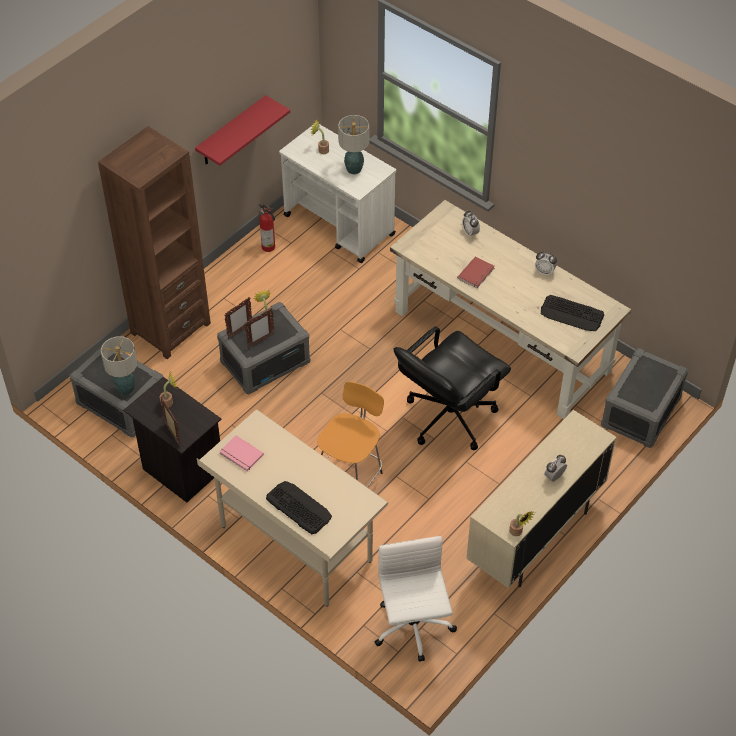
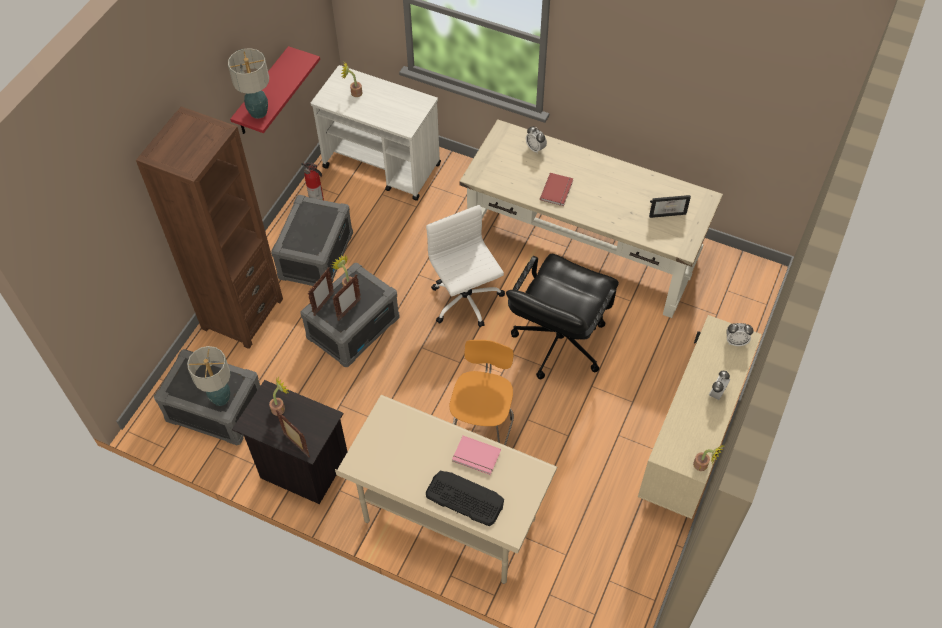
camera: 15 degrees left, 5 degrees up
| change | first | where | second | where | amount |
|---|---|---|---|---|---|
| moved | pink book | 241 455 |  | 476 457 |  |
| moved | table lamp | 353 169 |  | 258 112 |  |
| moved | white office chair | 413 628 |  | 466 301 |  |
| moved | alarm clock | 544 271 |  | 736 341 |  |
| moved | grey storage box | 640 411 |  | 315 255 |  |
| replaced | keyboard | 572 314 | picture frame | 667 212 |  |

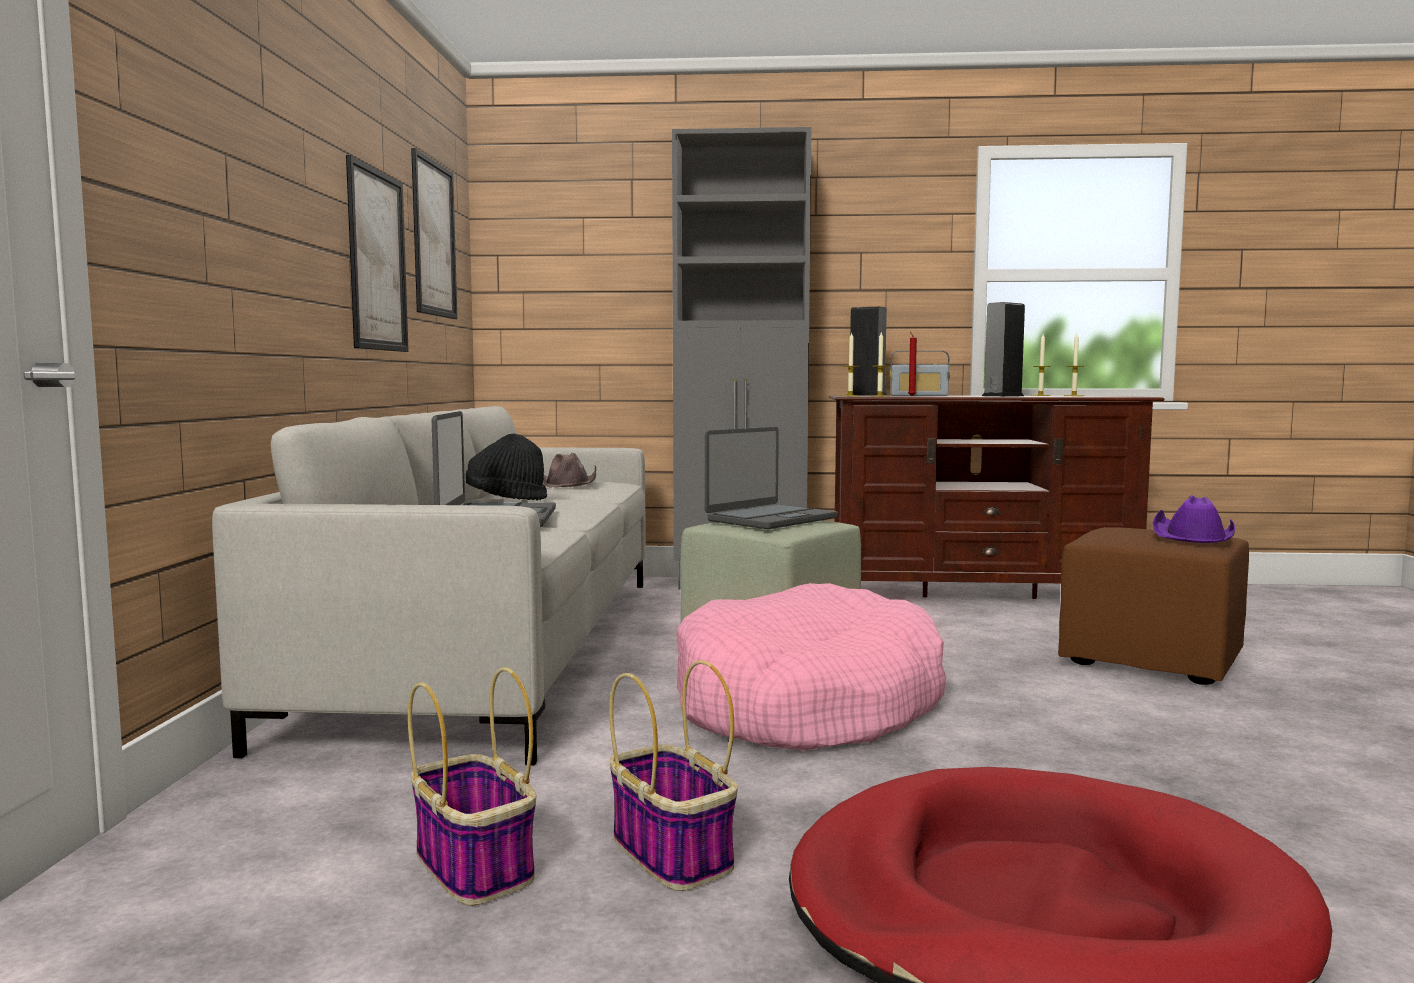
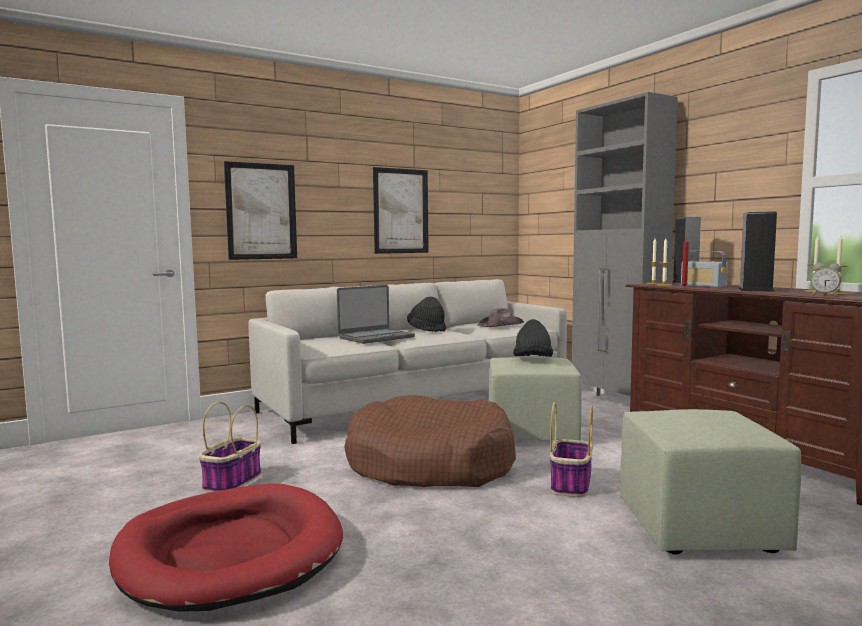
camera: 55 degrees right, 0 degrees up
| change | first | where | second | where | amount |
|---|---|---|---|---|---|
| removed | purple hat | 1193 536 |  |  |  |
| added |  |  | alarm clock | 824 295 |  |
| moved | basket | 476 867 |  | 571 485 |  |
| moved | picture | 434 239 |  | 261 211 |  |
| replaced | laptop | 770 519 | black hat | 533 360 |  |
| recoloured | pink dog bed | 807 705 | brown dog bed | 430 464 |  |
| recoloured | brown ottoman | 1153 661 | green ottoman | 701 529 |  |

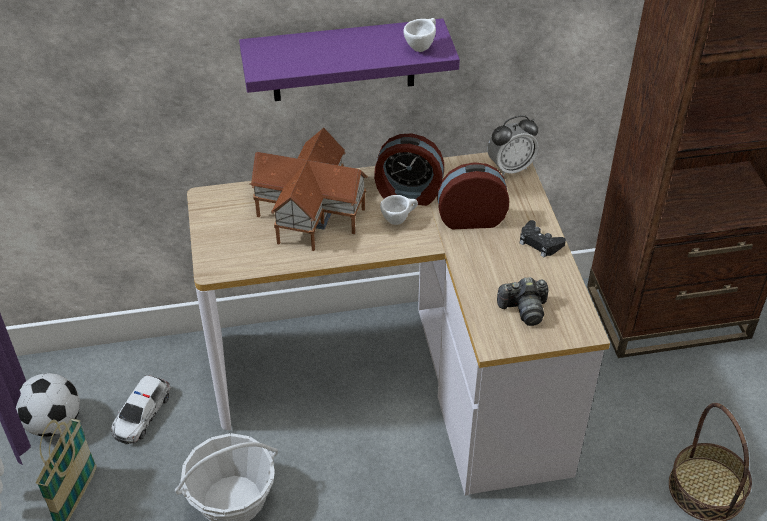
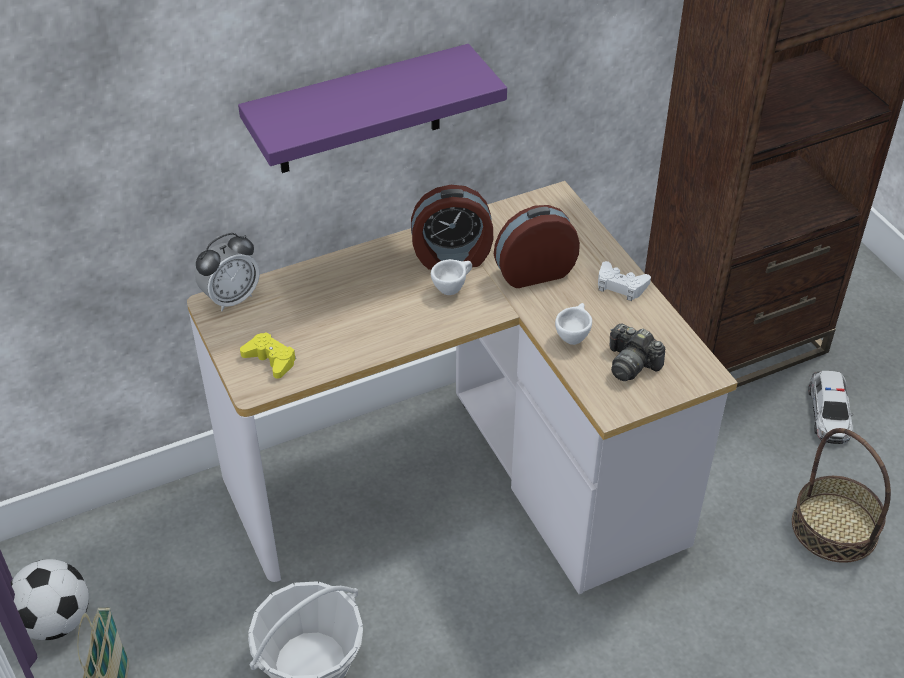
camera: 15 degrees left, 0 degrees up
| change | first | where | second | where | amount |
|---|---|---|---|---|---|
| removed | toy house | 312 214 |  |  |  |
| added |  |  | yellow game controller | 270 360 |  |
| moved | toy car | 141 414 |  | 829 413 |  |
| moved | white cup | 421 46 |  | 573 336 |  |
| moved | alarm clock | 510 168 |  | 231 298 |  |
| recoloured | black game controller | 539 243 | white game controller | 621 285 |  |
| turned | photo camera | 524 309 |  | 631 364 | 60 degrees clockwise |

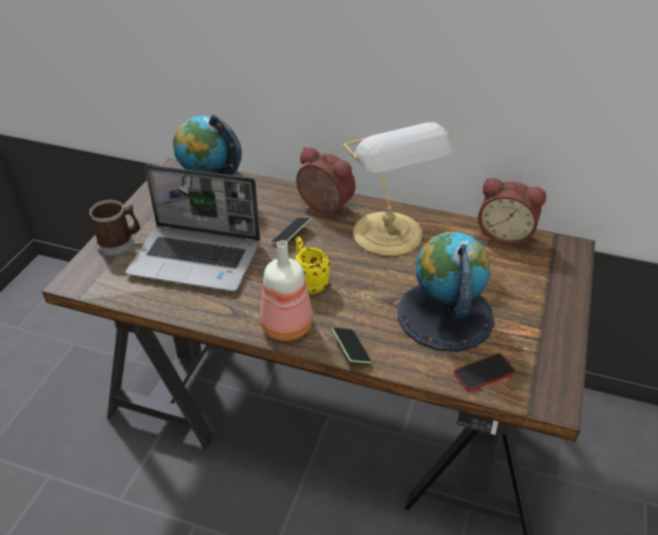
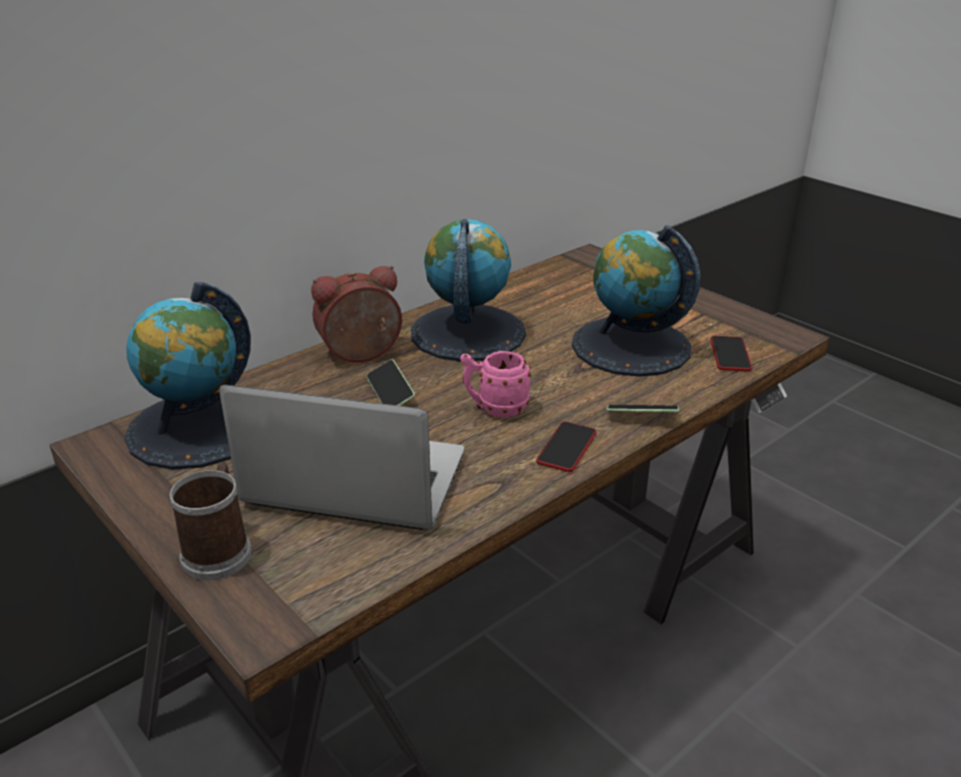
camera: 60 degrees left, 10 degrees down
| change | first | where | second | where | amount |
|---|---|---|---|---|---|
| removed | alarm clock | 505 233 |  |  |  |
| replaced | bottle | 288 327 | phone | 566 448 |  |
| replaced | table lamp | 390 235 | globe | 467 333 |  |
| recoloured | yellow mug | 309 281 | pink mug | 495 408 |  |
| turned | laptop | 197 259 |  | 352 482 | 120 degrees counterclockwise |

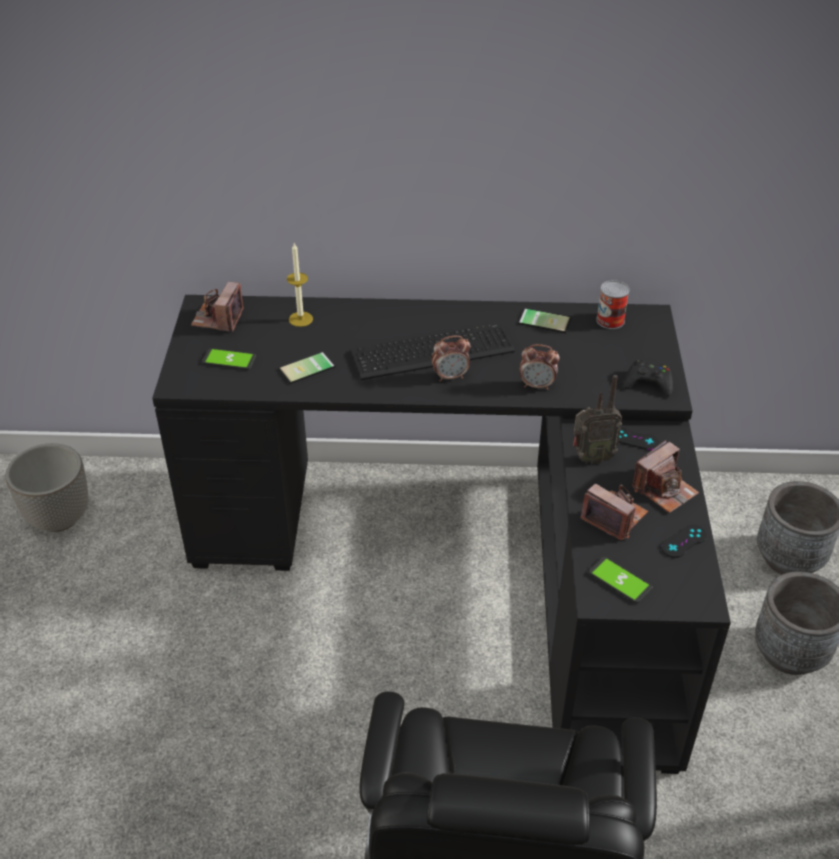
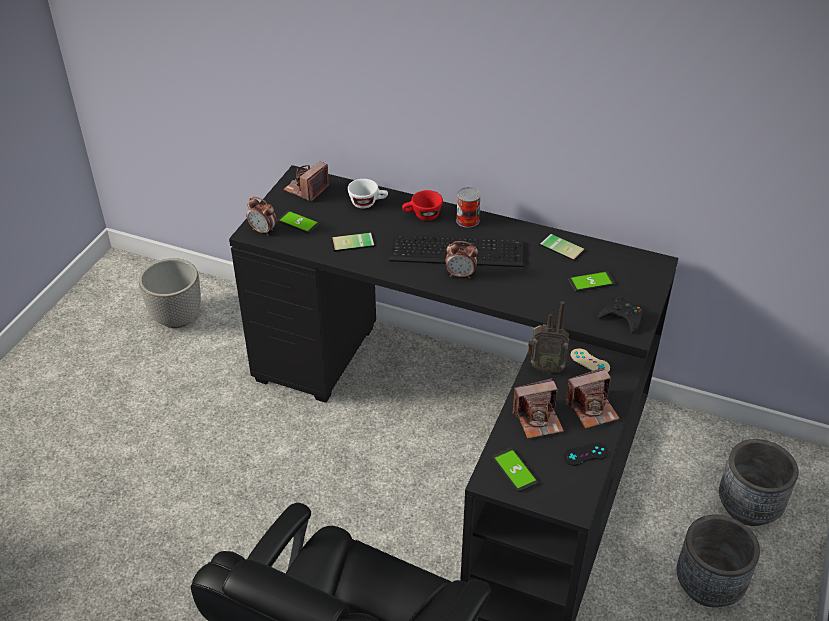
camera: 20 degrees right, 0 degrees up
| change | first | where | second | where | amount |
|---|---|---|---|---|---|
| added |  |  | red cup | 422 216 |  |
| added |  |  | phone | 591 282 |  |
| moved | alarm clock | 537 385 |  | 263 231 |  |
| moved | can | 610 320 |  | 467 220 |  |
| replaced | candle | 300 319 | white cup | 368 203 |  |
| recoloured | black game controller | 634 439 | beige game controller | 590 361 |  |
| turned | photo camera | 614 517 |  | 538 419 | 105 degrees clockwise |

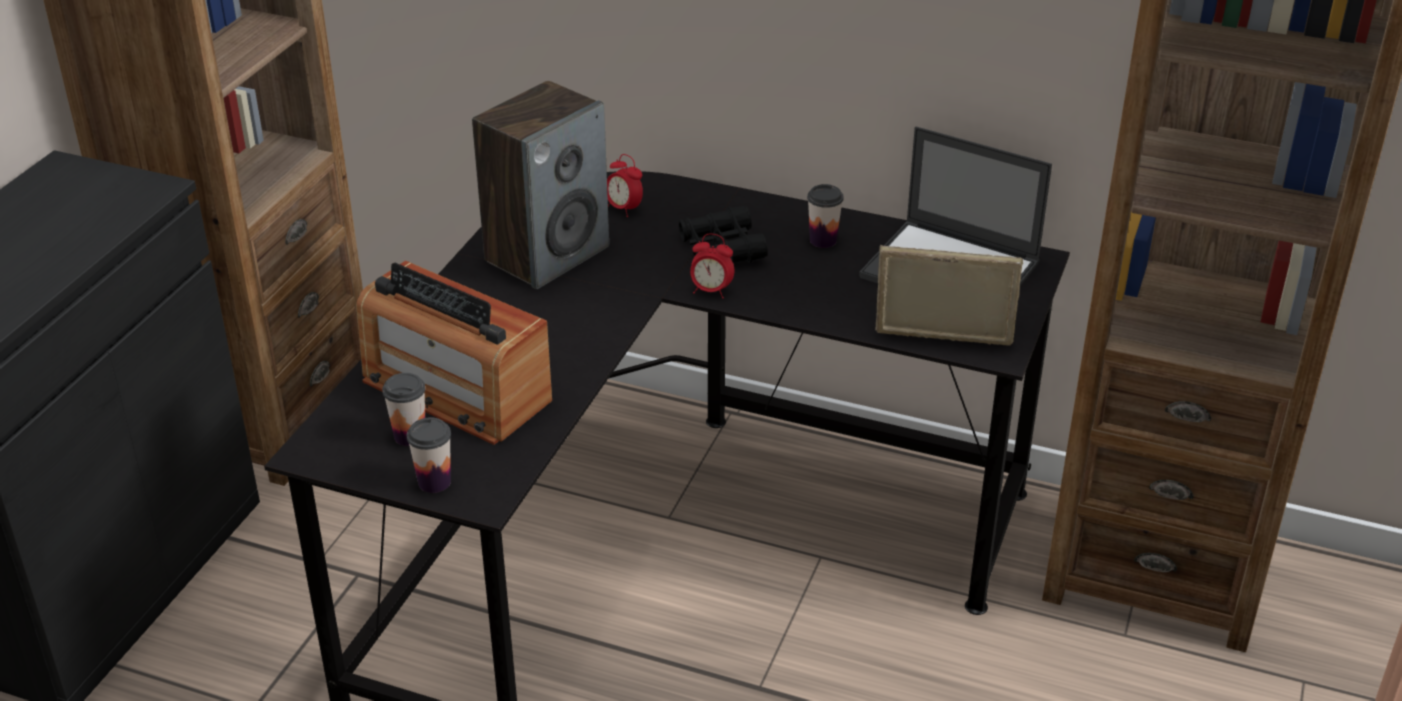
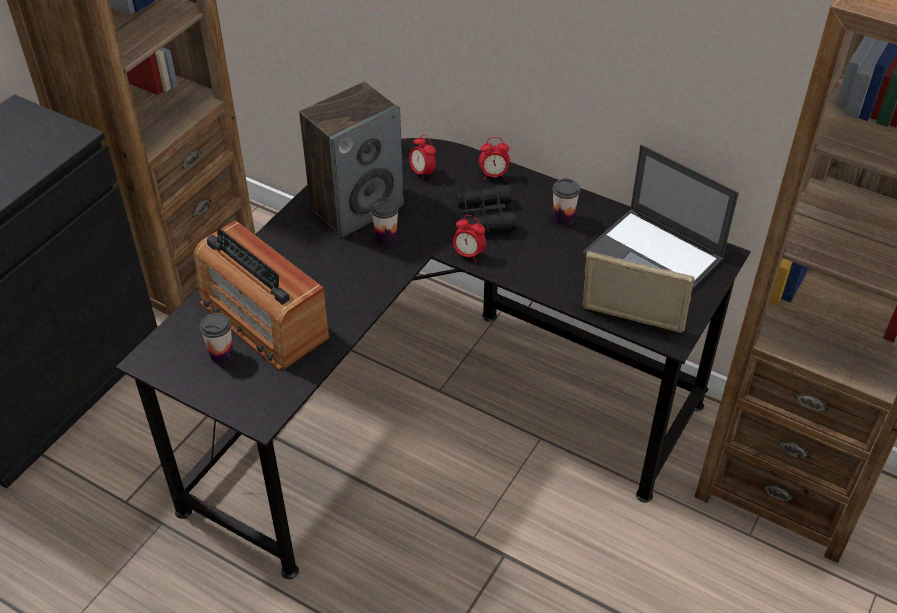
camera: 10 degrees right, 10 degrees up
| change | first | where | second | where | amount |
|---|---|---|---|---|---|
| added |  |  | alarm clock | 493 175 |  |
| moved | cup | 434 482 |  | 386 238 |  |

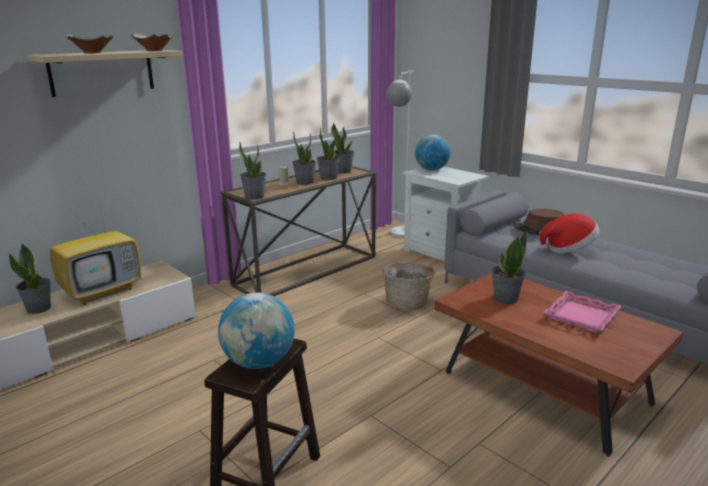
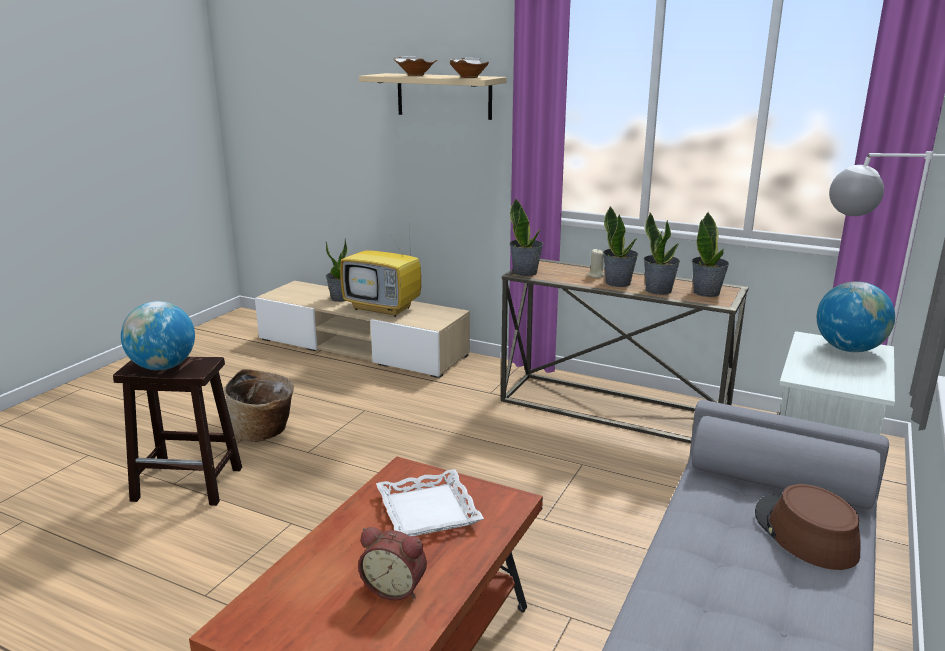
camera: 70 degrees right, 0 degrees up
| change | first | where | second | where | amount |
|---|---|---|---|---|---|
| removed | hat | 568 249 |  |  |  |
| moved | basket | 407 303 |  | 264 432 |  |
| replaced | potted plant | 505 298 | white tray | 429 511 |  |
| replaced | pink tray | 580 316 | alarm clock | 395 587 |  |

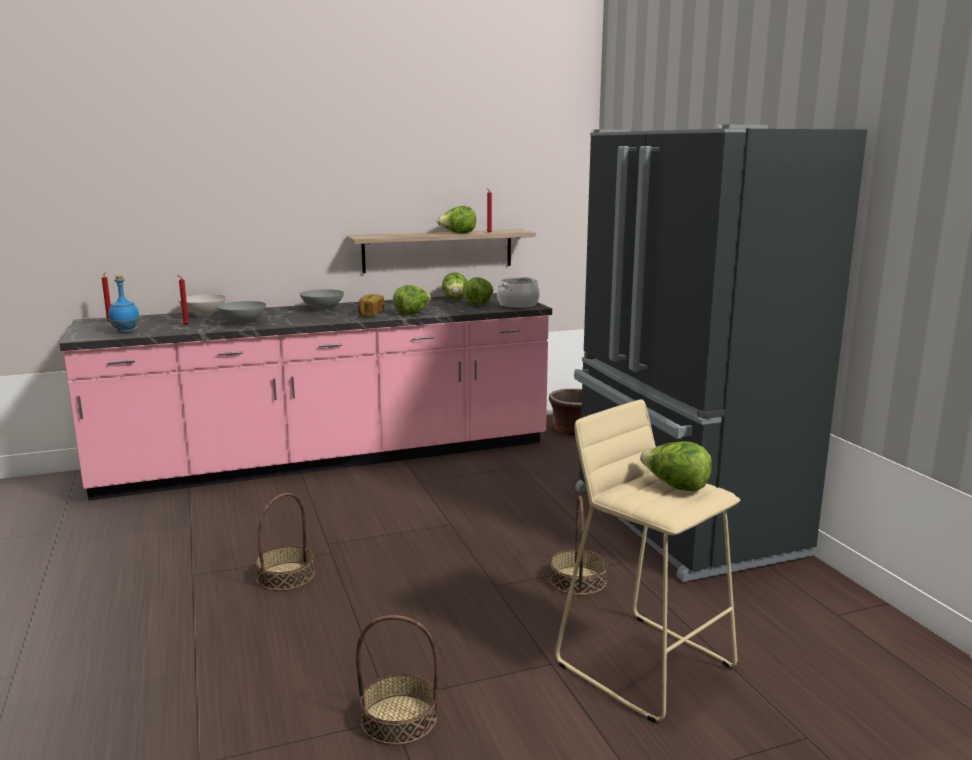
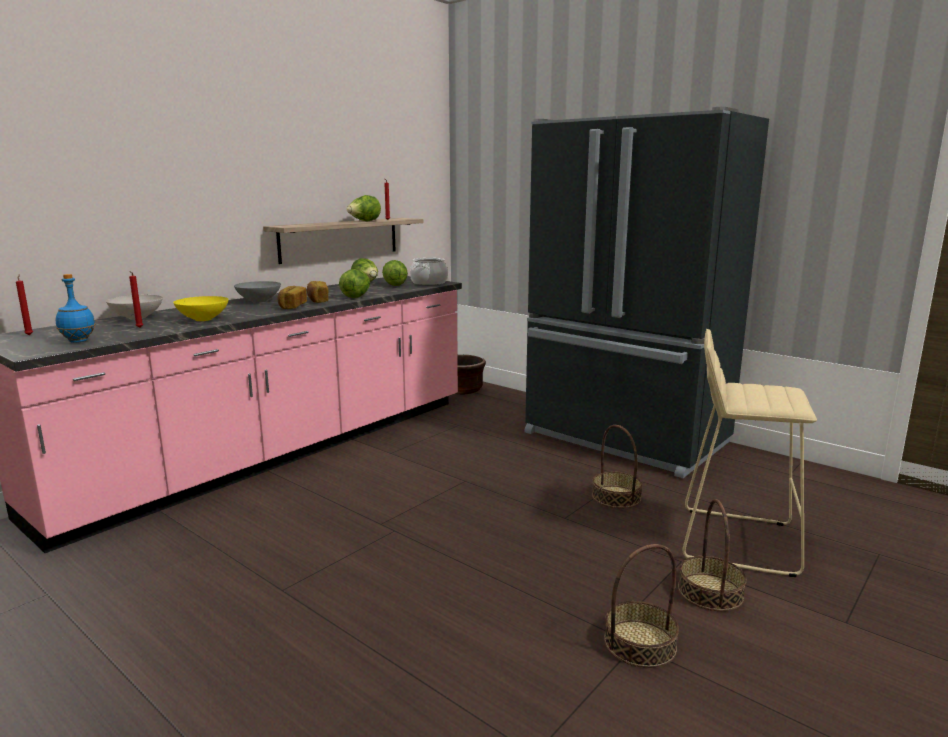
camera: 30 degrees left, 0 degrees up
| change | first | where | second | where | amount |
|---|---|---|---|---|---|
| removed | lettuce | 675 487 |  |  |  |
| added |  |  | bread | 292 306 |  |
| moved | basket | 285 576 |  | 710 592 |  |
| recoloured | grey bowl | 243 322 | yellow bowl | 203 319 |  |

